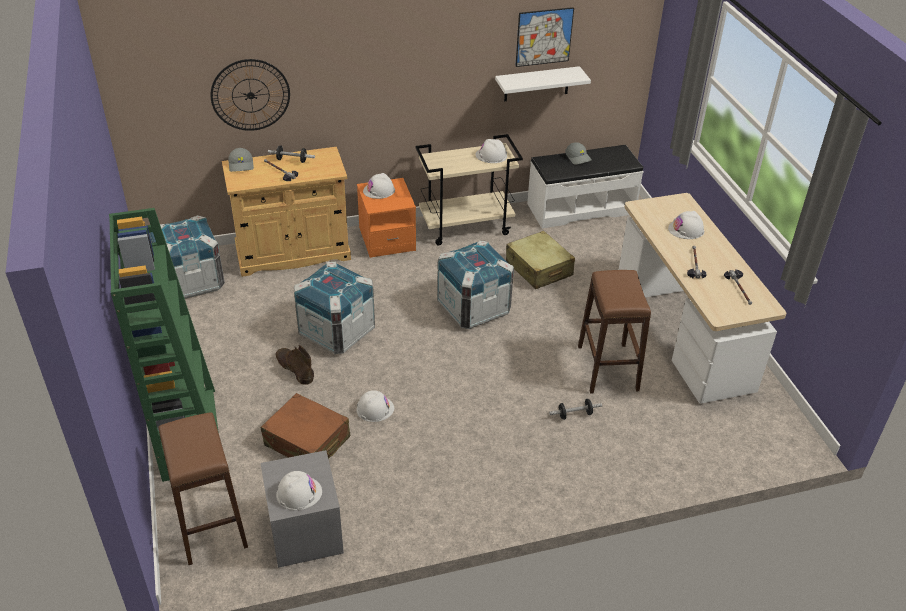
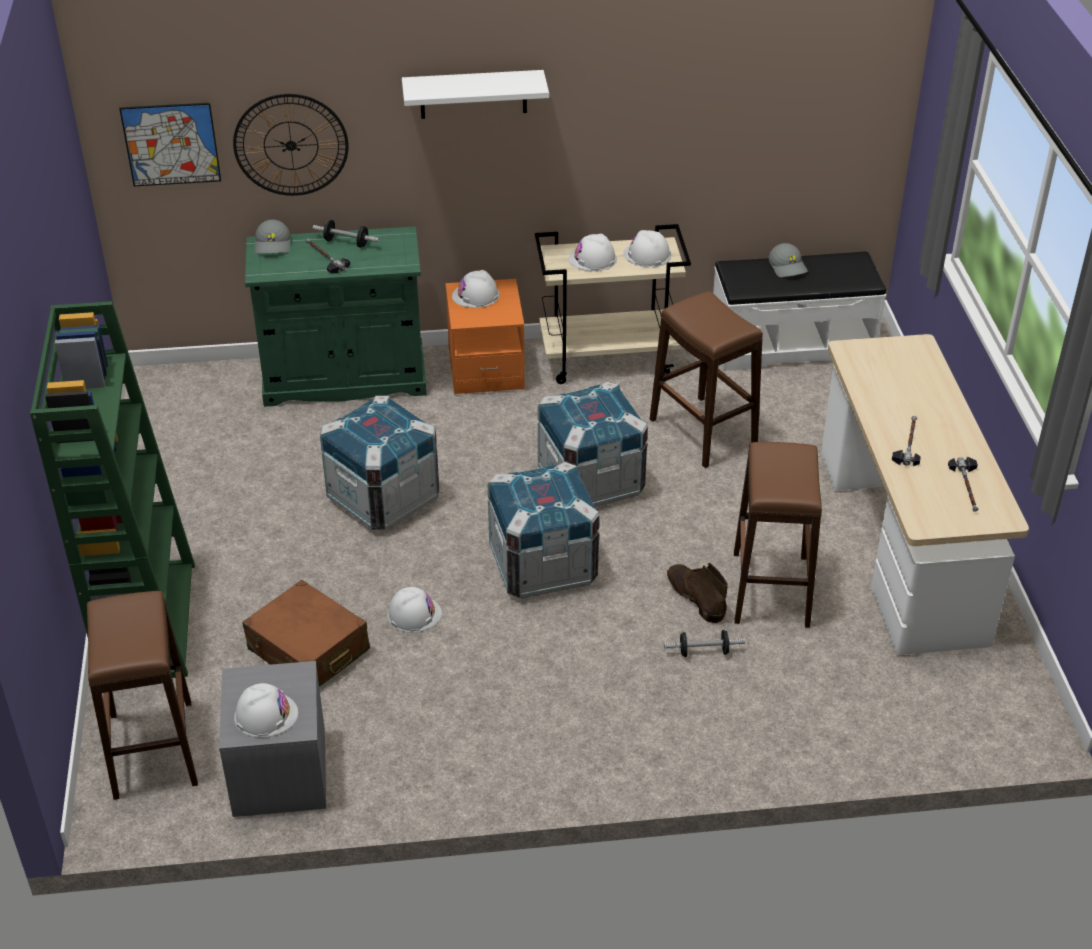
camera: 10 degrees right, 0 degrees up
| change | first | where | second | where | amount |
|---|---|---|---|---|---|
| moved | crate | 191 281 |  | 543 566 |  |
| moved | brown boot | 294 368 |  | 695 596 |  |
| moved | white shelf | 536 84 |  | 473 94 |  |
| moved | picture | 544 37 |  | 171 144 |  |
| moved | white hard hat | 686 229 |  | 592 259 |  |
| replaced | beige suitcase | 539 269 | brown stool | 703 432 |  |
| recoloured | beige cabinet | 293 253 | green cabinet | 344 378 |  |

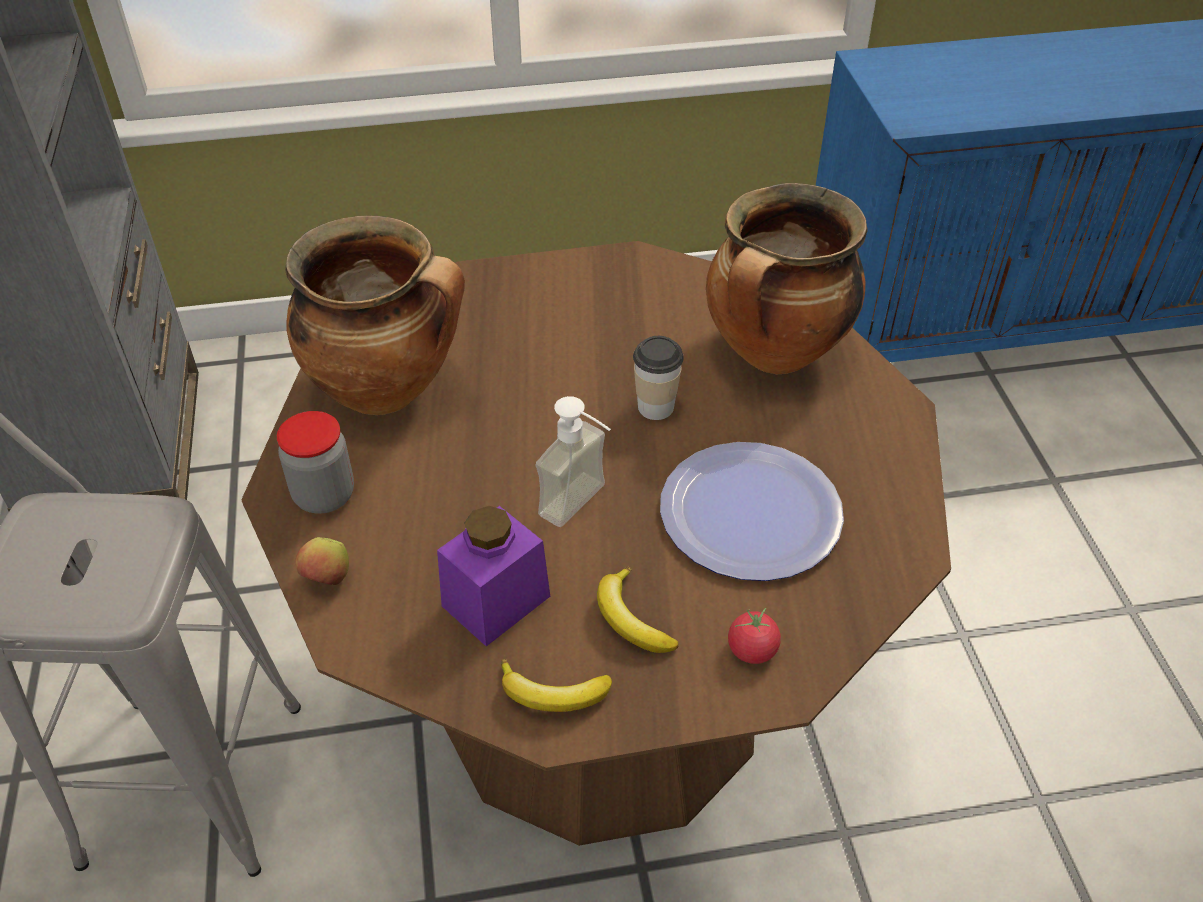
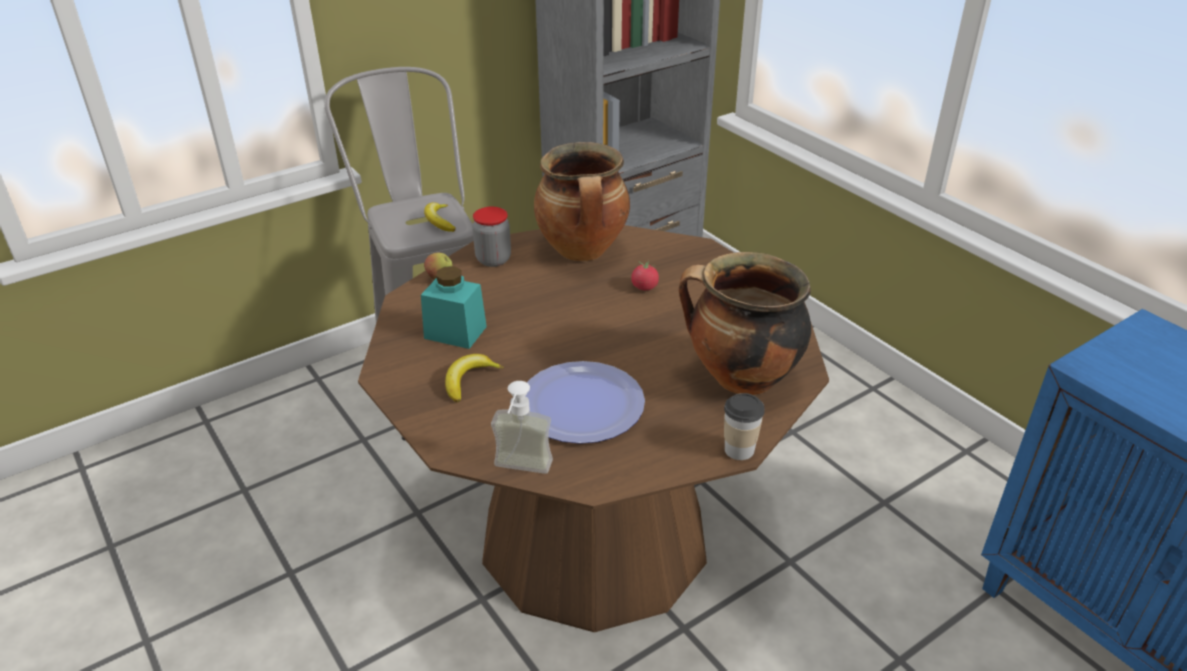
camera: 65 degrees right, 10 degrees down
| change | first | where | second | where | amount |
|---|---|---|---|---|---|
| moved | banana | 553 695 |  | 439 221 |  |
| moved | soap dispenser | 584 507 |  | 520 471 |  |
| moved | cup | 655 407 |  | 739 450 |  |
| moved | tomato | 752 650 |  | 644 287 |  |
| recoloured | purple jar | 496 601 | turquoise jar | 455 332 |  |

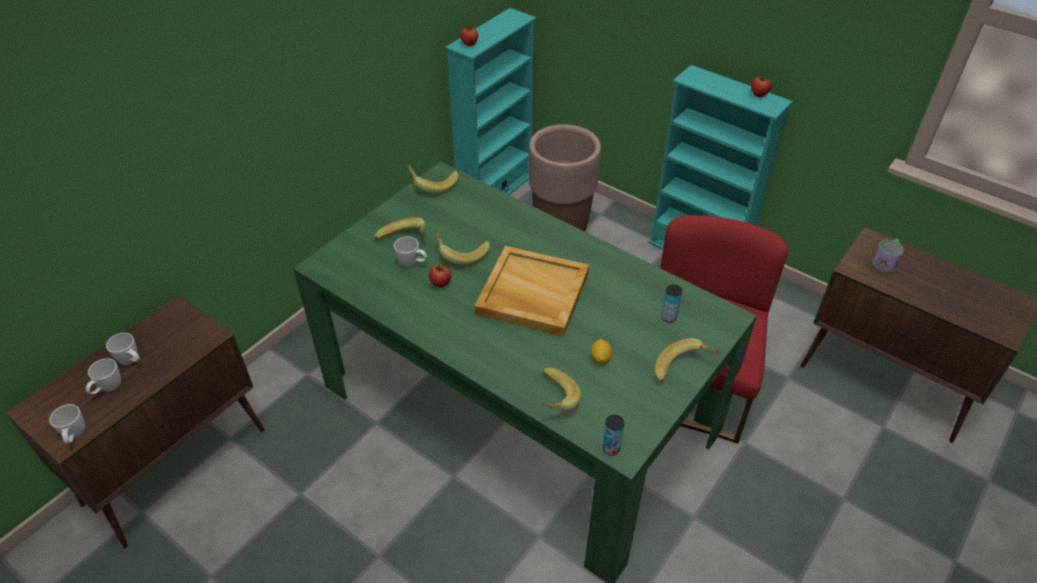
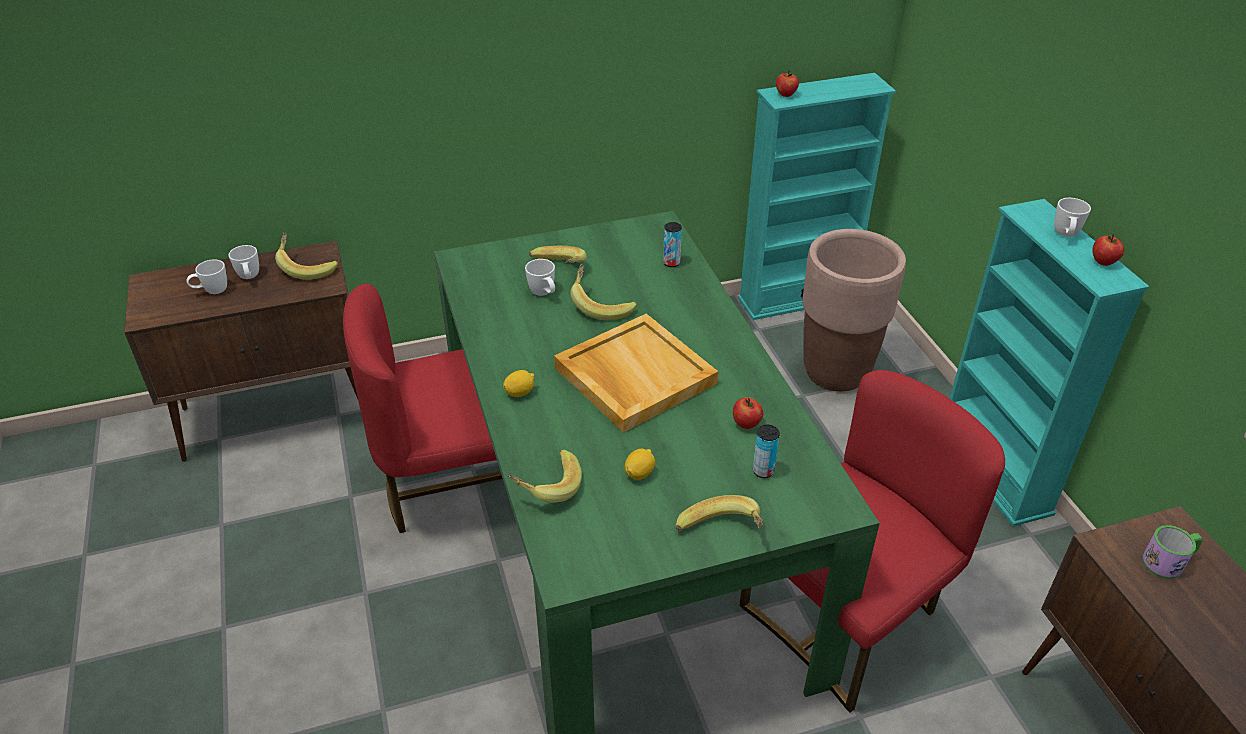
camera: 35 degrees right, 5 degrees down
| change | first | where | second | where | amount |
|---|---|---|---|---|---|
| added |  |  | red chair | 459 485 |  |
| added |  |  | lemon | 520 392 |  |
| moved | white mug | 75 436 |  | 1065 236 |  |
| moved | banana | 433 184 |  | 307 267 |  |
| moved | apple | 440 284 |  | 746 424 |  |
| moved | can | 611 448 |  | 671 263 |  |

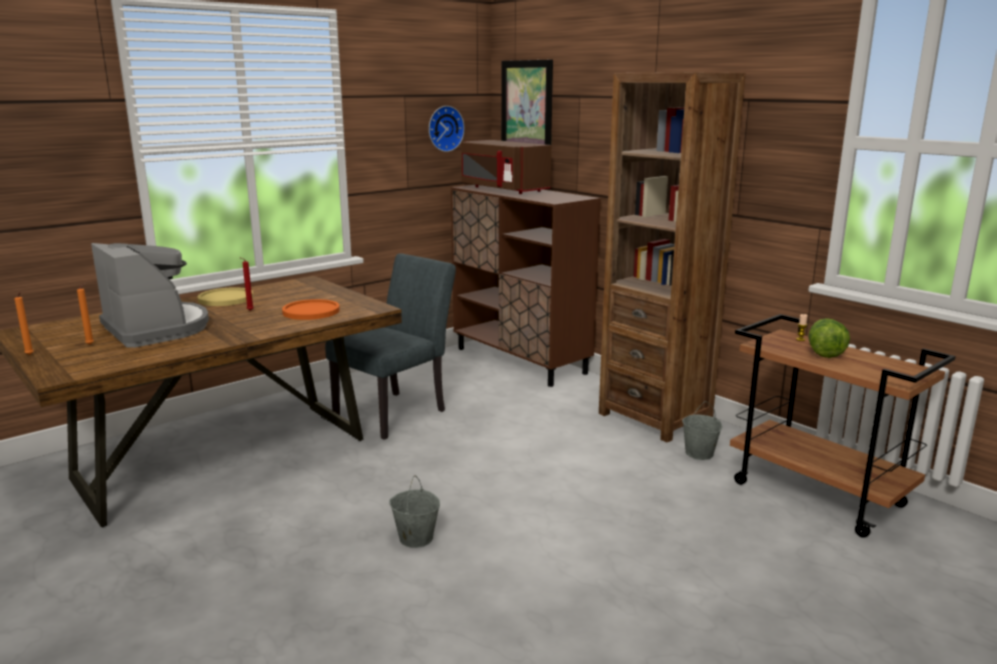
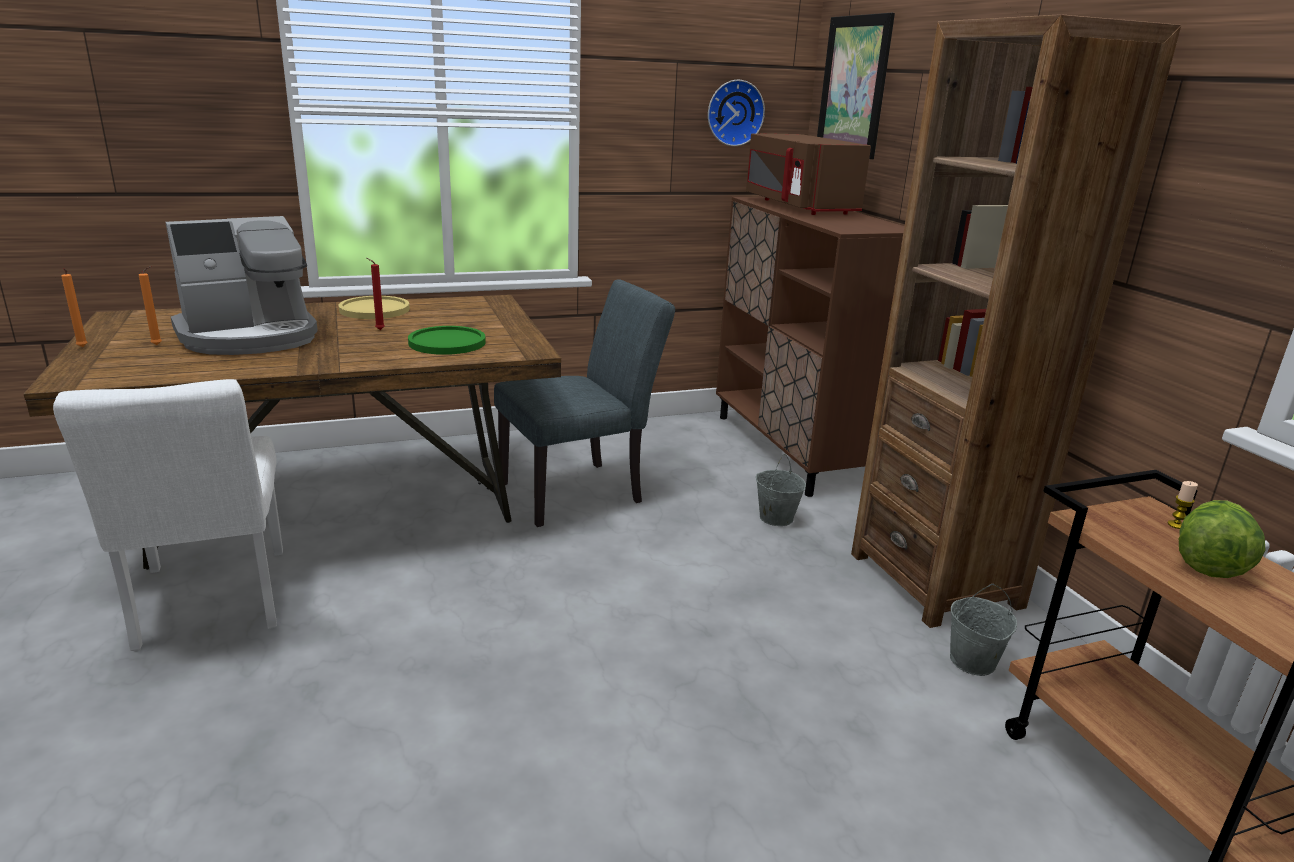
camera: 20 degrees right, 5 degrees up
| change | first | where | second | where | amount |
|---|---|---|---|---|---|
| added |  |  | white chair | 210 605 |  |
| moved | grey bucket | 415 538 |  | 775 517 |  |
| recoloured | orange plate | 311 311 | green plate | 447 342 |  |
| turned | coffee machine | 157 329 |  | 250 337 | 75 degrees clockwise |

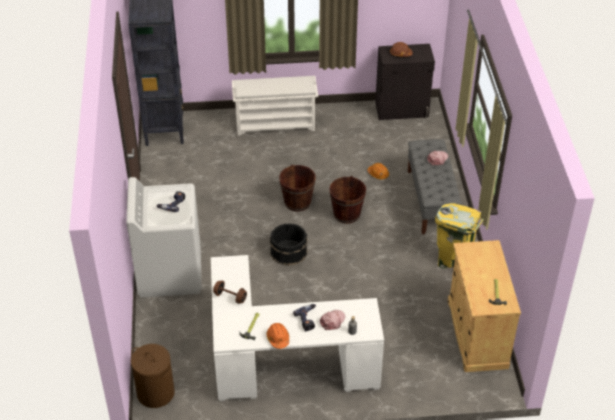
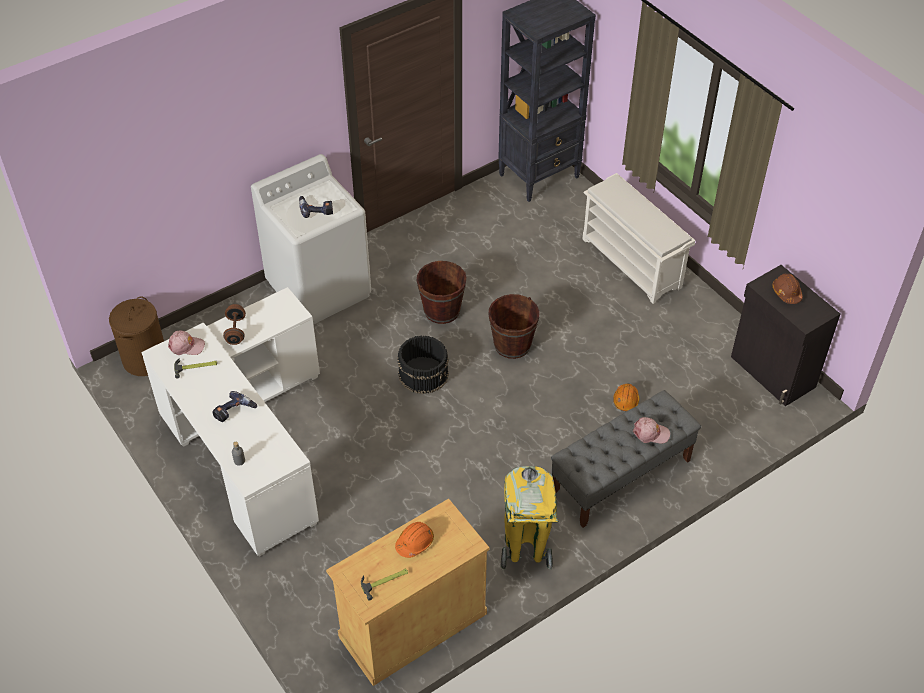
camera: 60 degrees right, 5 degrees up
| change | first | where | second | where | amount |
|---|---|---|---|---|---|
| moved | orange hard hat | 278 338 |  | 415 542 |  |
| moved | pink cap | 332 321 |  | 186 346 |  |
| moved | brown bucket | 346 214 |  | 442 310 |  |

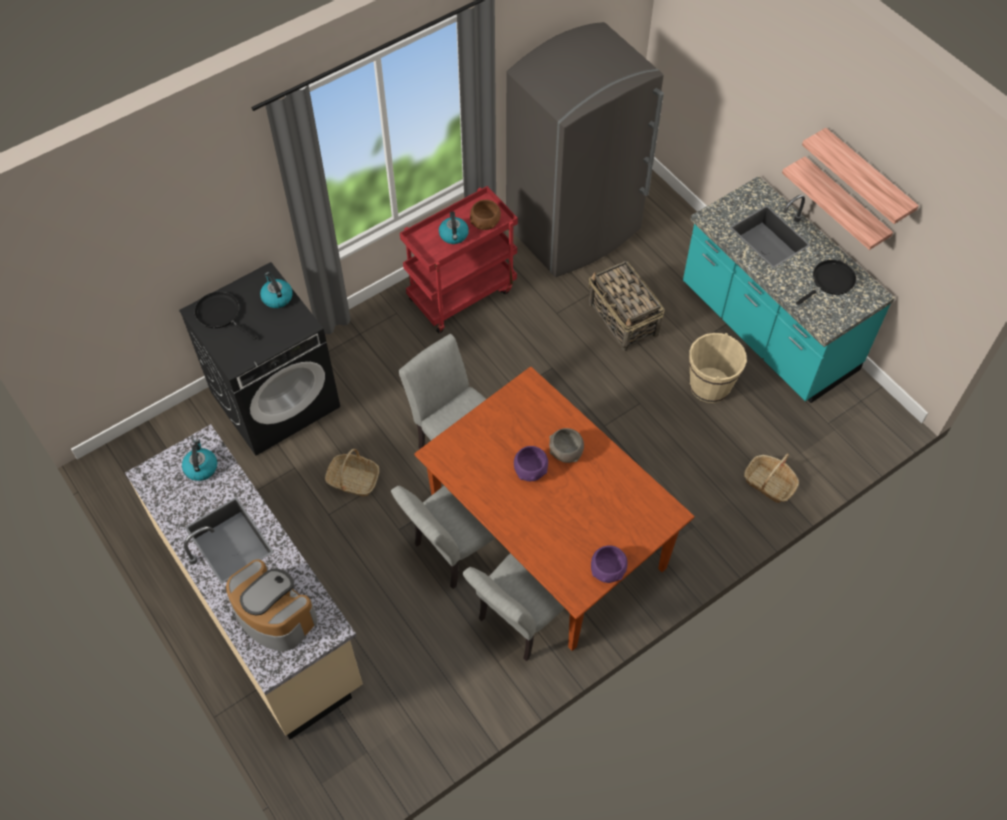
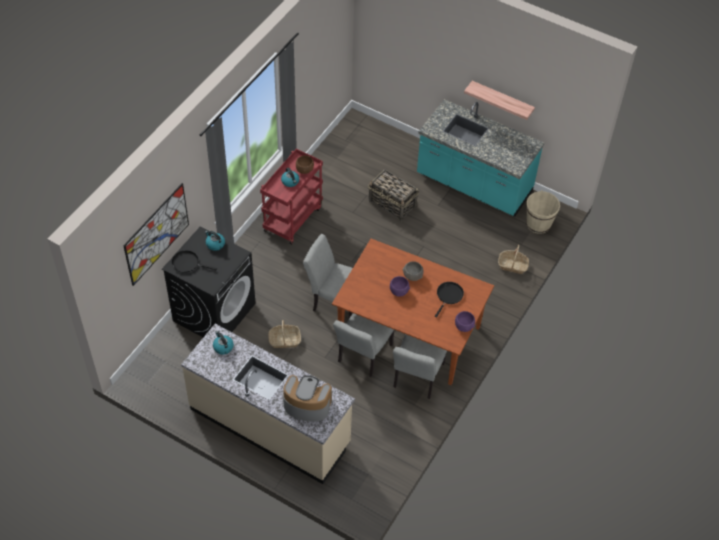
camera: 25 degrees left, 5 degrees down
| change | first | where | second | where | amount |
|---|---|---|---|---|---|
| removed | grey fridge | 575 229 |  |  |  |
| removed | shelf | 866 178 |  |  |  |
| added |  |  | picture | 157 234 |  |
| moved | beige bucket | 709 386 |  | 538 224 |  |
| moved | black frying pan | 830 281 |  | 449 296 |  |

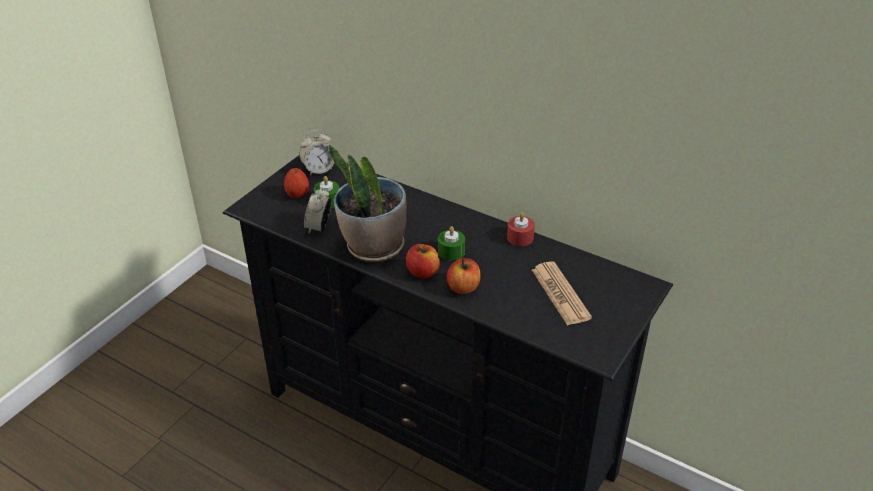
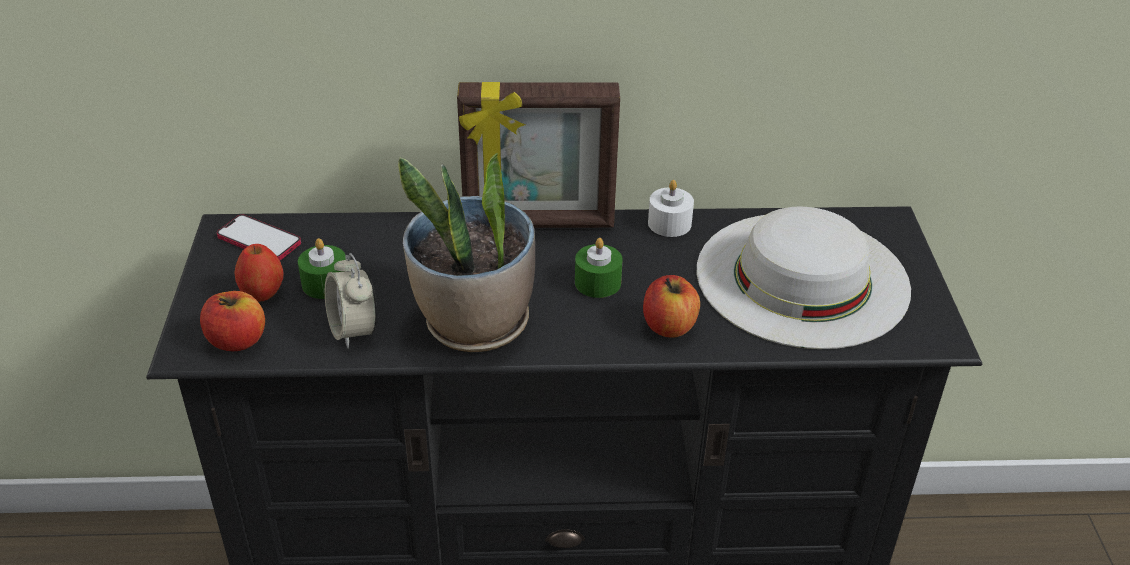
camera: 35 degrees left, 0 degrees up
| change | first | where | second | where | amount |
|---|---|---|---|---|---|
| added |  |  | picture frame | 539 223 |  |
| moved | apple | 423 272 |  | 237 340 |  |
| replaced | alarm clock | 319 169 | phone | 259 240 |  |
| replaced | newspaper | 560 294 | white hat | 802 278 |  |
| recoloured | red candle | 520 237 | white candle | 669 223 |  |

